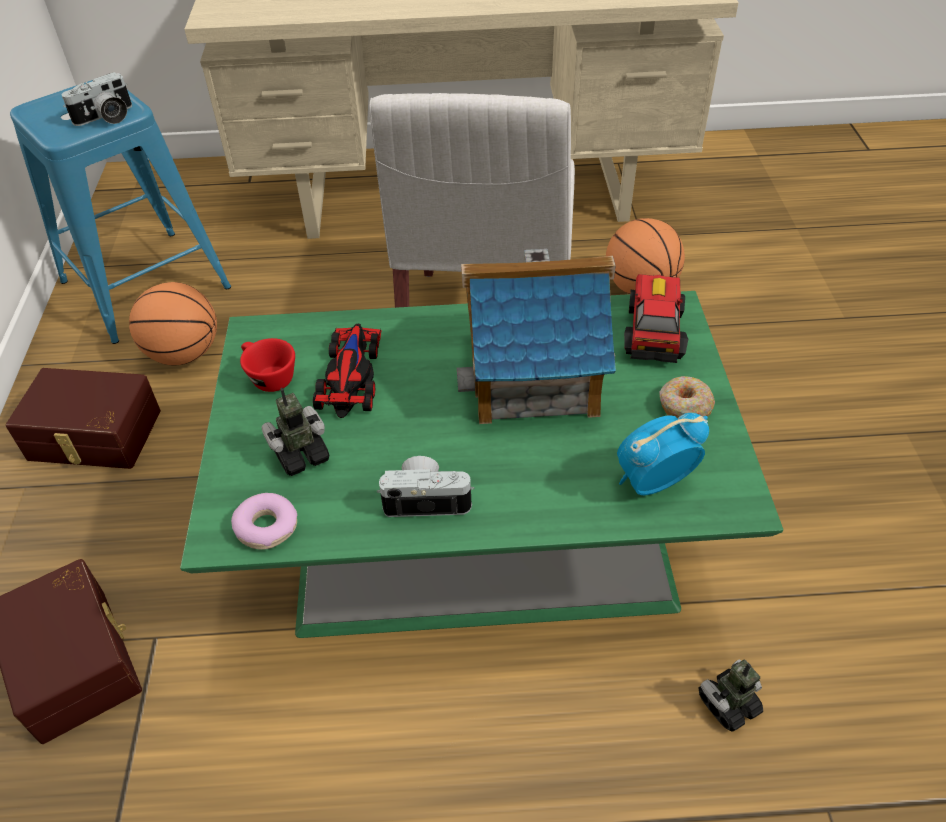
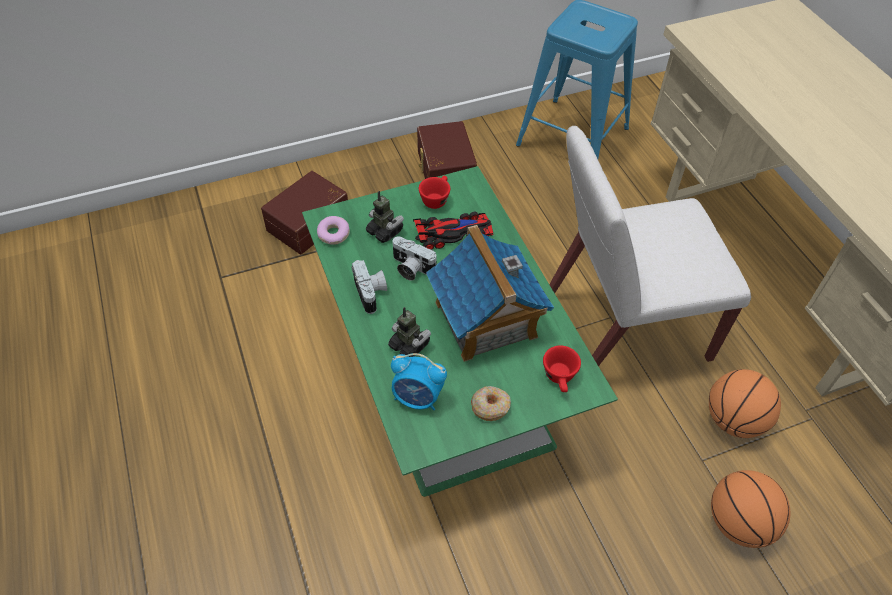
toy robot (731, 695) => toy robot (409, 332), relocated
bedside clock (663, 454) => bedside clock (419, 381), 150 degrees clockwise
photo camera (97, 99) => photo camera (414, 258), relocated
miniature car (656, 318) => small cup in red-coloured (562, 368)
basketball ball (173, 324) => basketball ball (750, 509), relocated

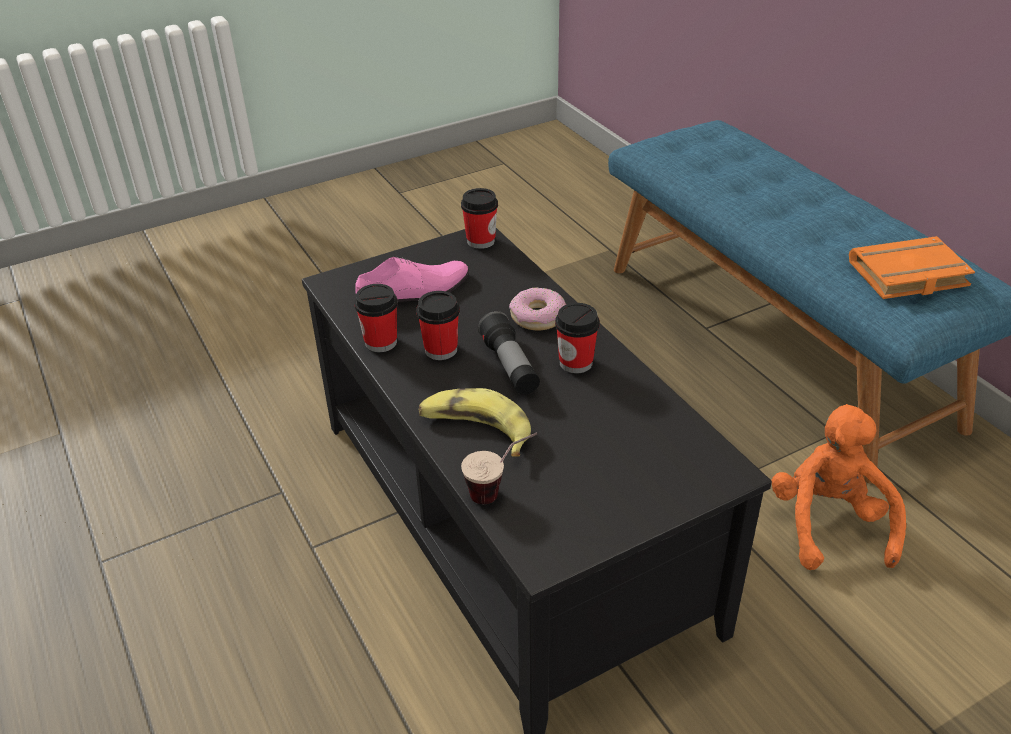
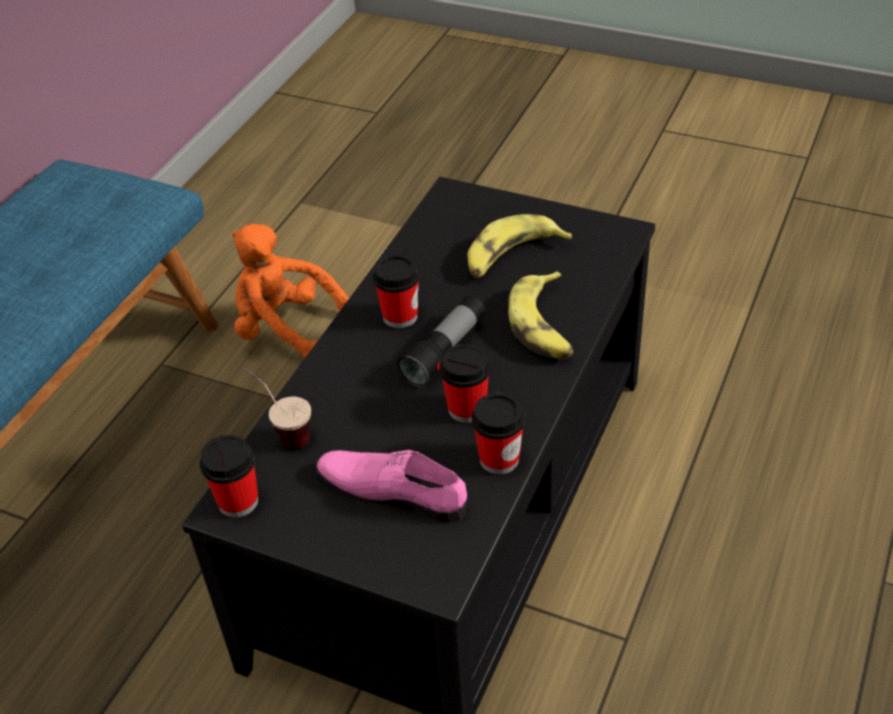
soft toy in orange-coloured (838, 487) => soft toy in orange-coloured (290, 291), 60 degrees clockwise
small cup (499, 468) => small cup (277, 409), relocated
nothing => banana (519, 246)
ring doughnut (537, 308) => nothing
volume in orange-coloured (912, 267) => nothing

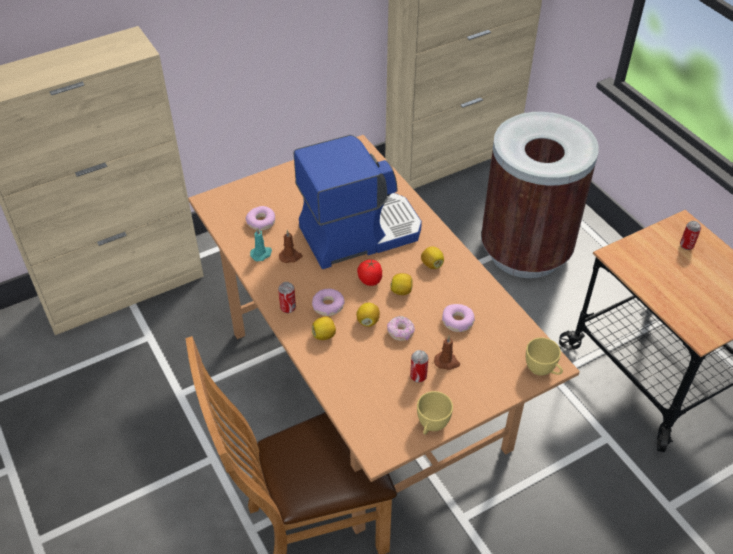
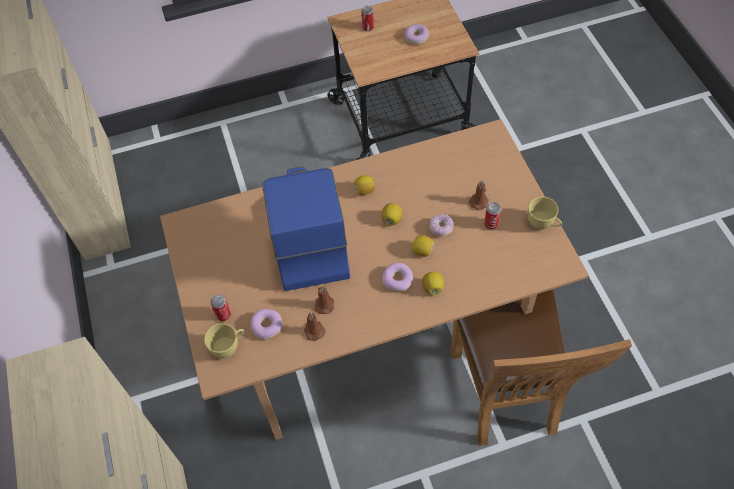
small cup in yellow (544, 356) => small cup in yellow (224, 340), relocated
metal can (287, 297) => metal can (220, 308), relocated
candle in turquoise-coloured (261, 244) => candle in brown (315, 327)
ring doughnut (458, 318) => ring doughnut (417, 34), relocated
tomato (369, 272) => nothing
trash can in brown (540, 195) => nothing

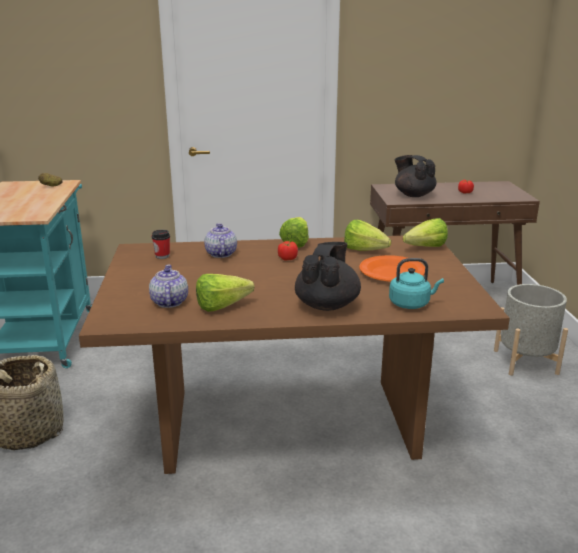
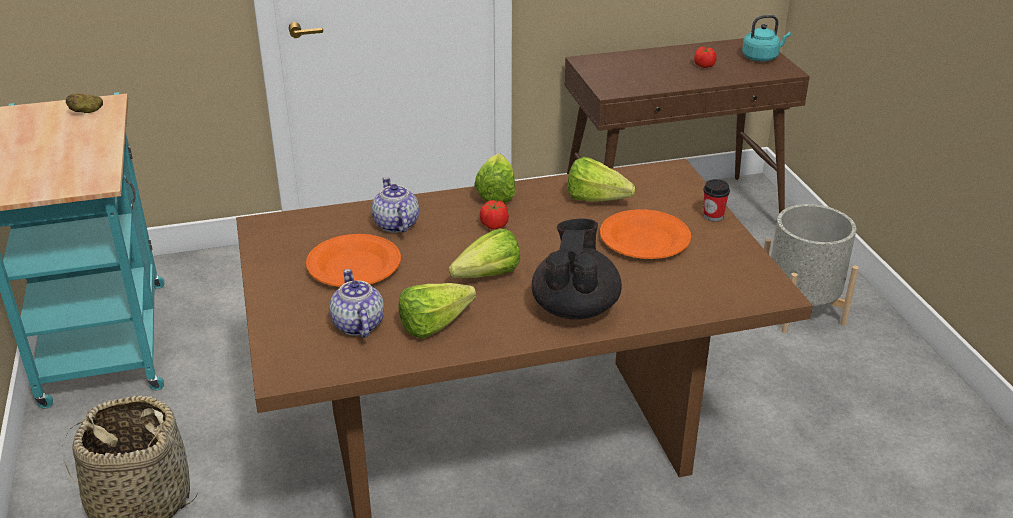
nothing => plate in orange-coloured (353, 260)
lettuce (425, 232) => lettuce (484, 253), relocated
small cup (161, 244) => small cup (716, 200), relocated
tea kettle in turquoise-coloured (416, 283) => tea kettle in turquoise-coloured (766, 38), relocated
pot for tea in black (416, 176) => nothing

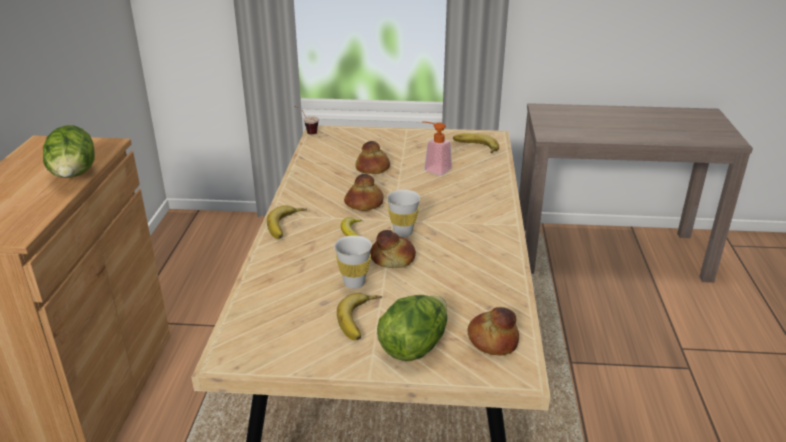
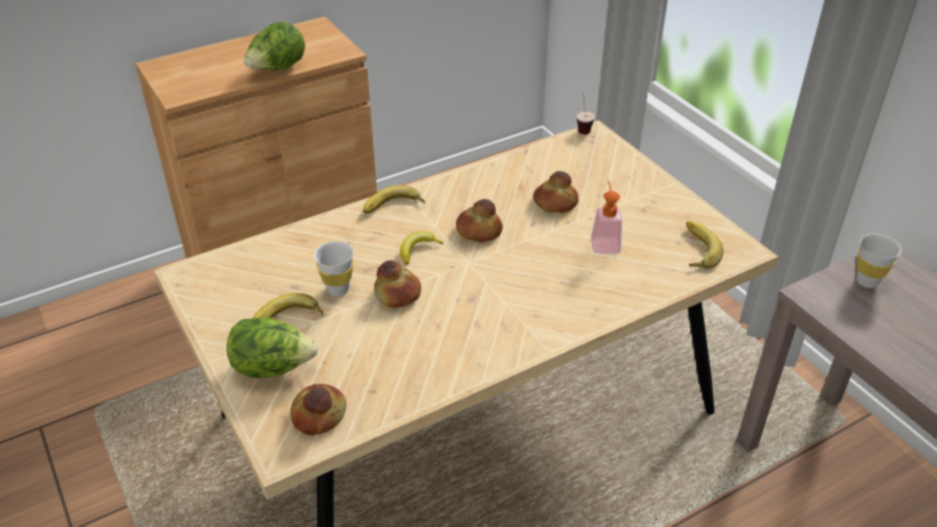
small cup in white-coloured (403, 213) => small cup in white-coloured (879, 261), relocated

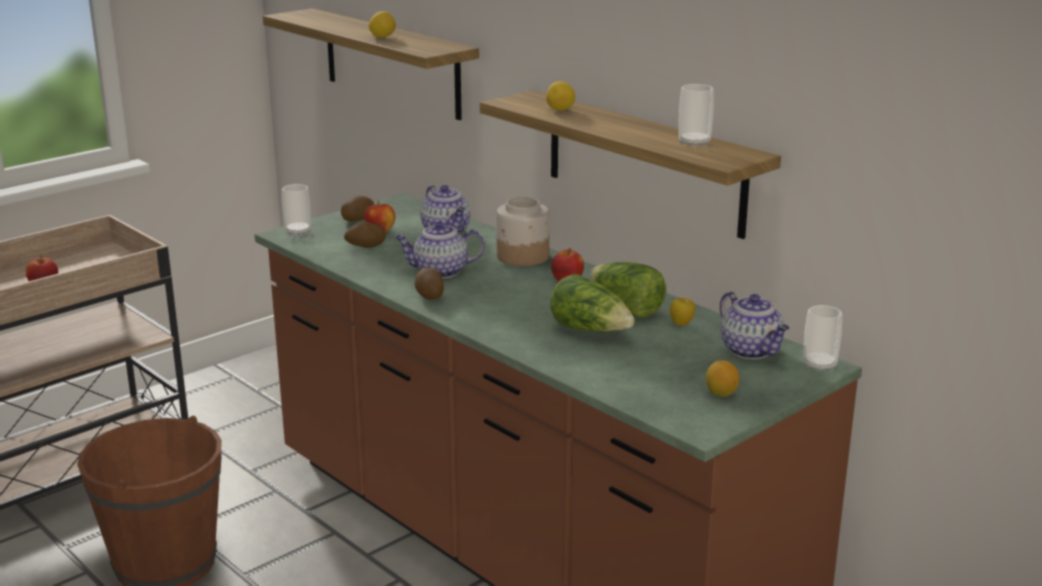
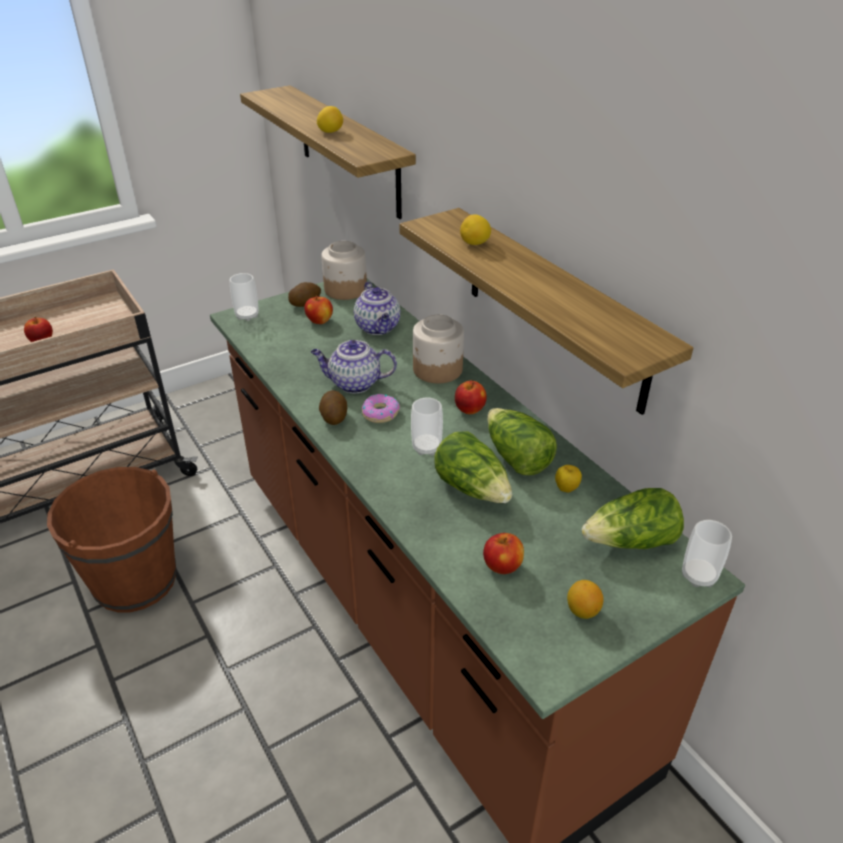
nothing => jar (344, 270)
nothing => ring doughnut (381, 408)
small cup (696, 115) => small cup (427, 426), relocated
nothing => apple fruit (503, 553)
pot for tea (754, 325) => lettuce (633, 518)
potato (365, 234) => nothing

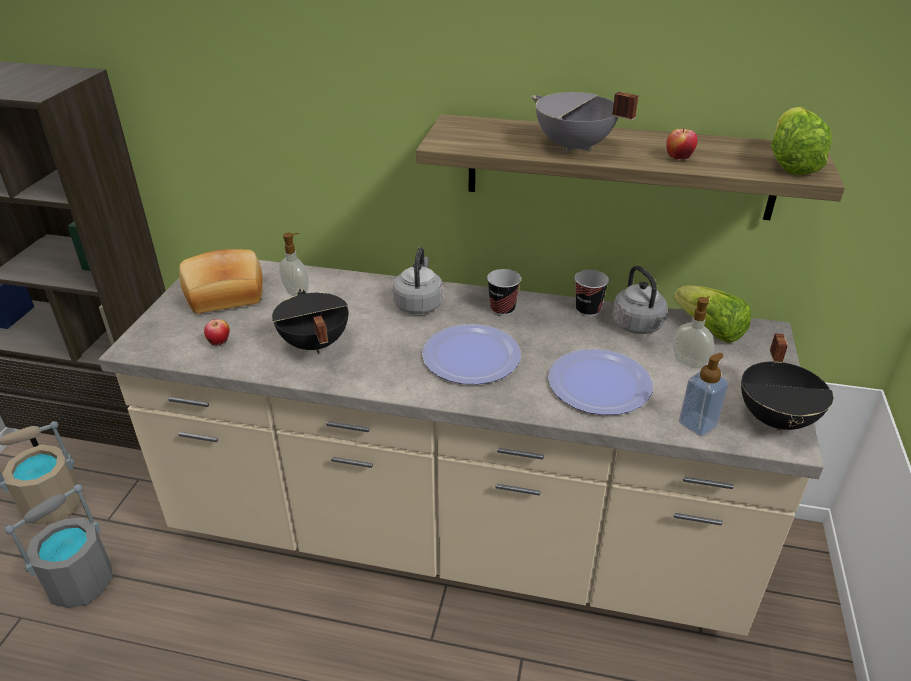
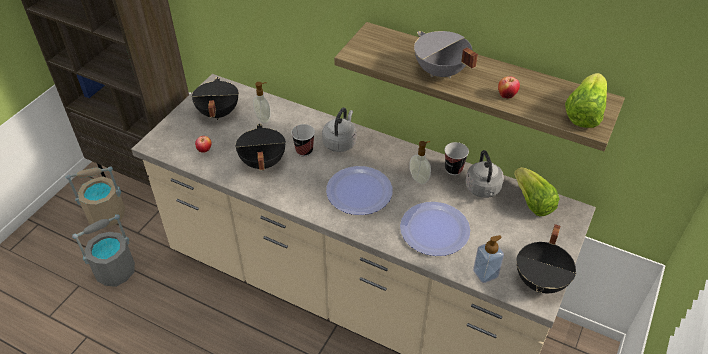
bread (221, 281) => saucepot in black (215, 98)
small cup (504, 292) => small cup (303, 140), relocated
soap bottle (693, 332) => soap bottle (420, 162), relocated

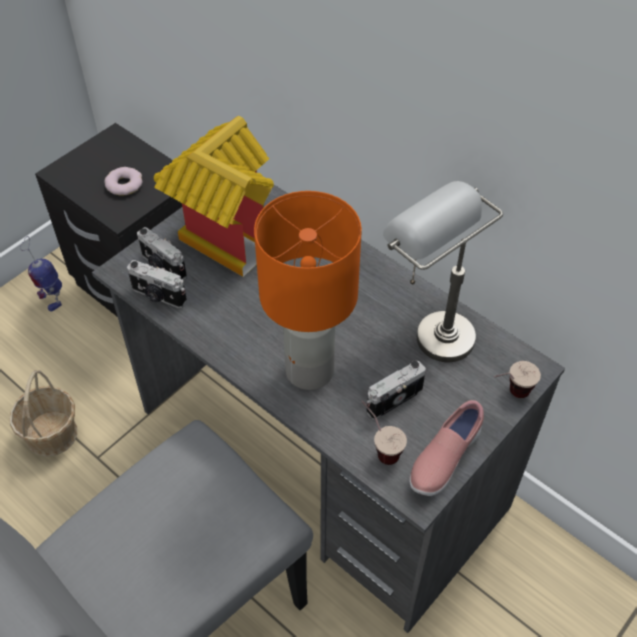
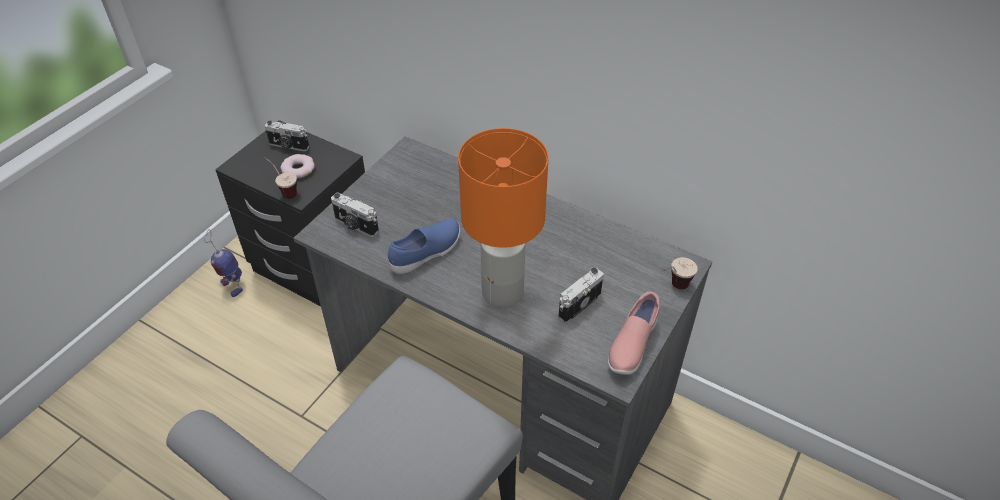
small cup (384, 432) => small cup (280, 178), relocated
photo camera (157, 284) => photo camera (287, 136), relocated
nothing => item of footwear in blue-coloured (424, 246)
basket (43, 413) => nothing
toy house (214, 196) => nothing
tabletop lamp in grey (443, 271) => nothing

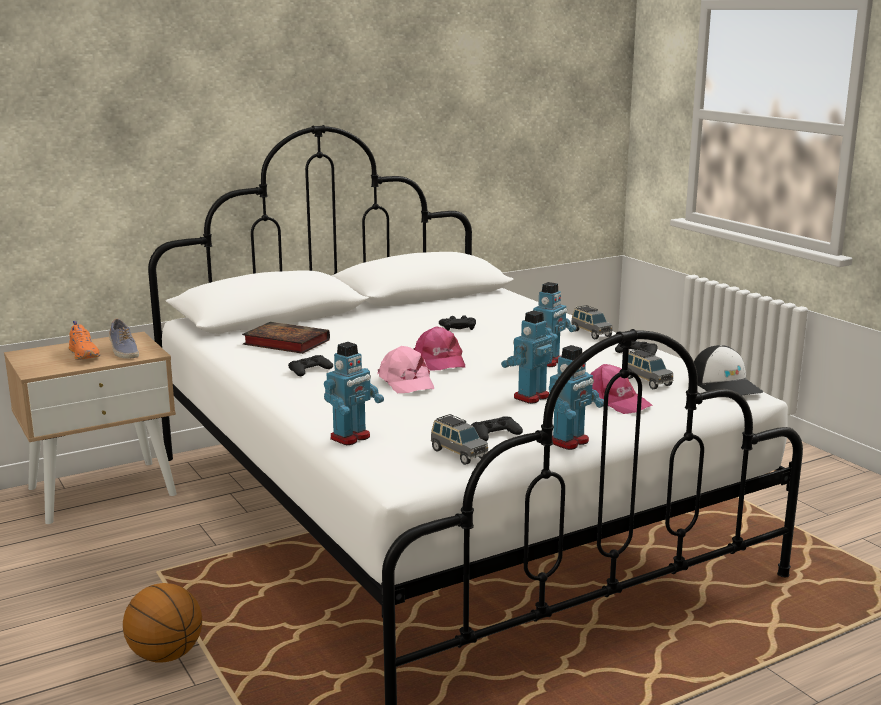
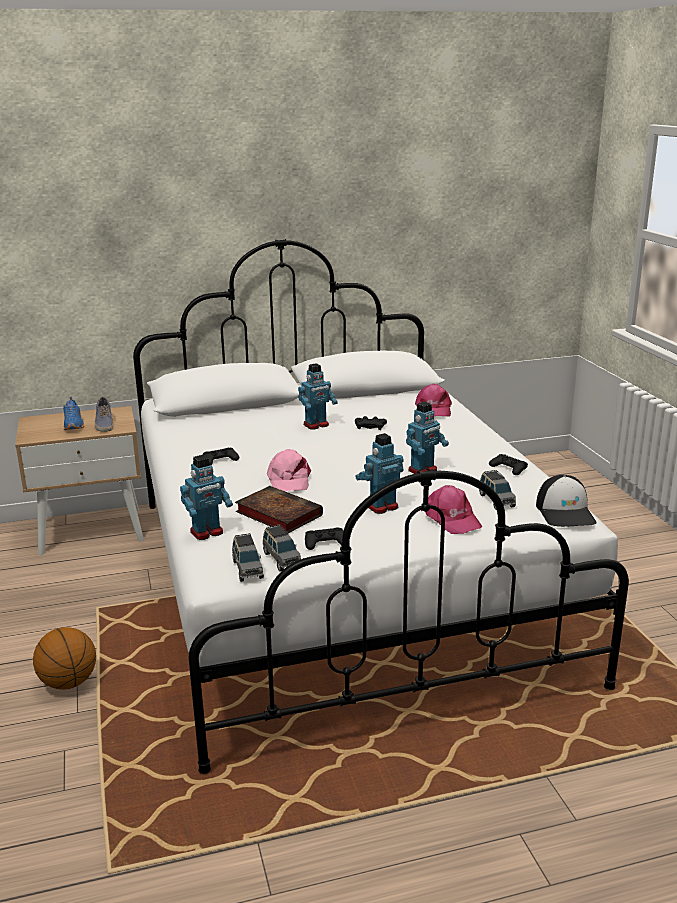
item of footwear in orange-coloured (84, 340) => item of footwear in blue-coloured (73, 413)
miniature car in grey (592, 322) => miniature car in grey (248, 557), relocated
volume (286, 338) => volume (279, 509), relocated
toy robot (576, 397) => toy robot (318, 396), relocated
cap in pink-coloured (439, 348) => cap in pink-coloured (433, 400), relocated

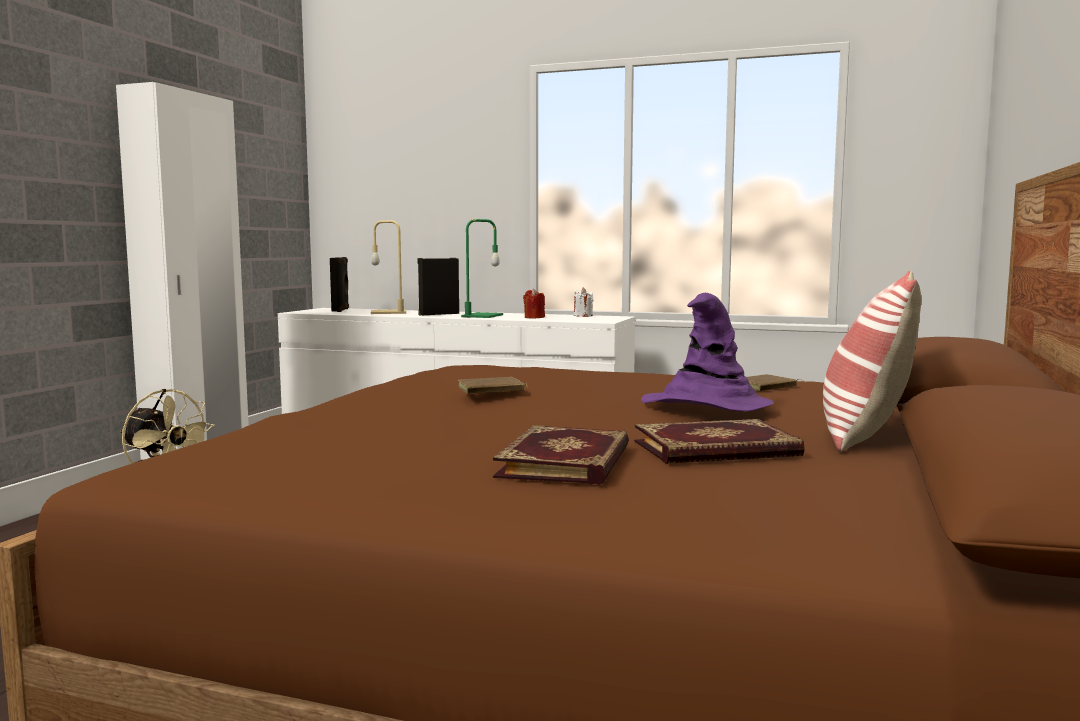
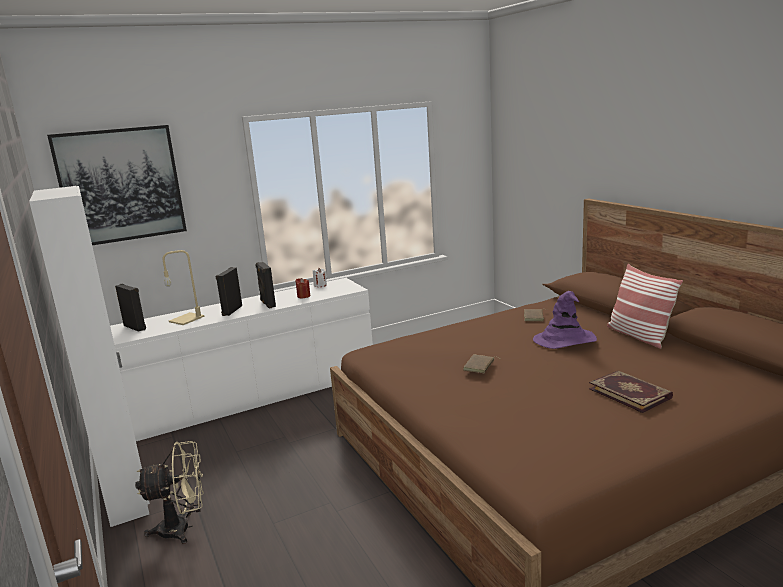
nothing => wall art (117, 185)
tabletop lamp in greenish (482, 268) => speaker in black (265, 285)
volume (719, 441) => nothing

